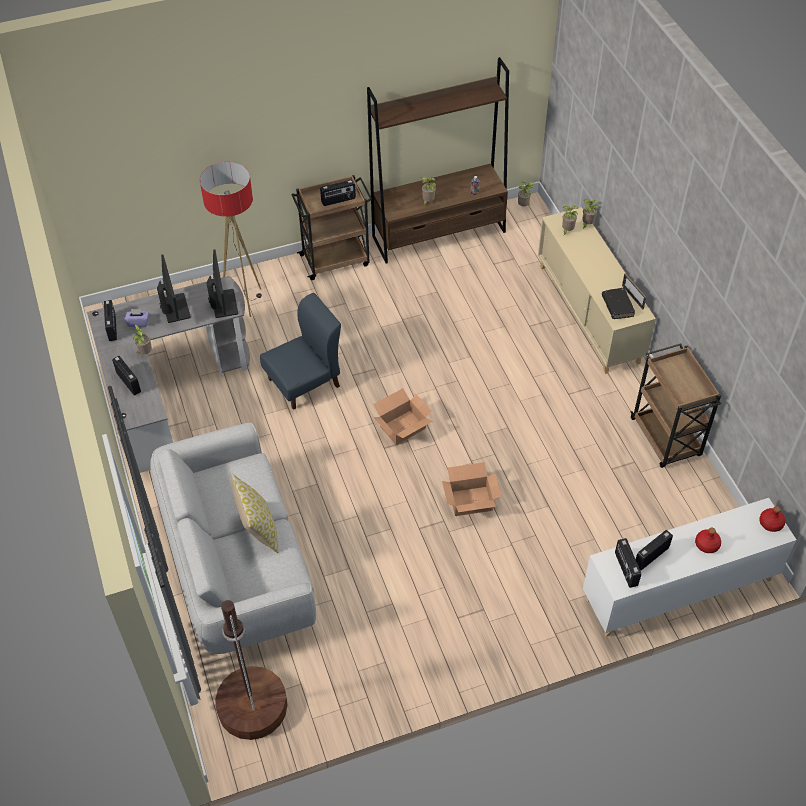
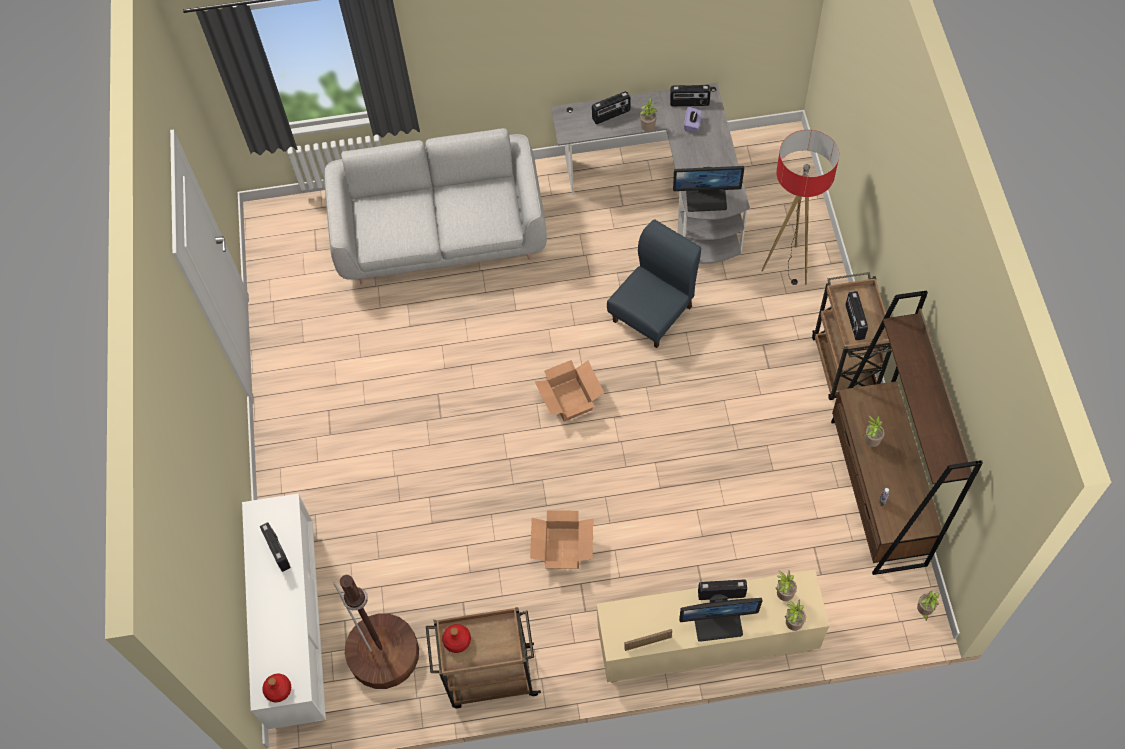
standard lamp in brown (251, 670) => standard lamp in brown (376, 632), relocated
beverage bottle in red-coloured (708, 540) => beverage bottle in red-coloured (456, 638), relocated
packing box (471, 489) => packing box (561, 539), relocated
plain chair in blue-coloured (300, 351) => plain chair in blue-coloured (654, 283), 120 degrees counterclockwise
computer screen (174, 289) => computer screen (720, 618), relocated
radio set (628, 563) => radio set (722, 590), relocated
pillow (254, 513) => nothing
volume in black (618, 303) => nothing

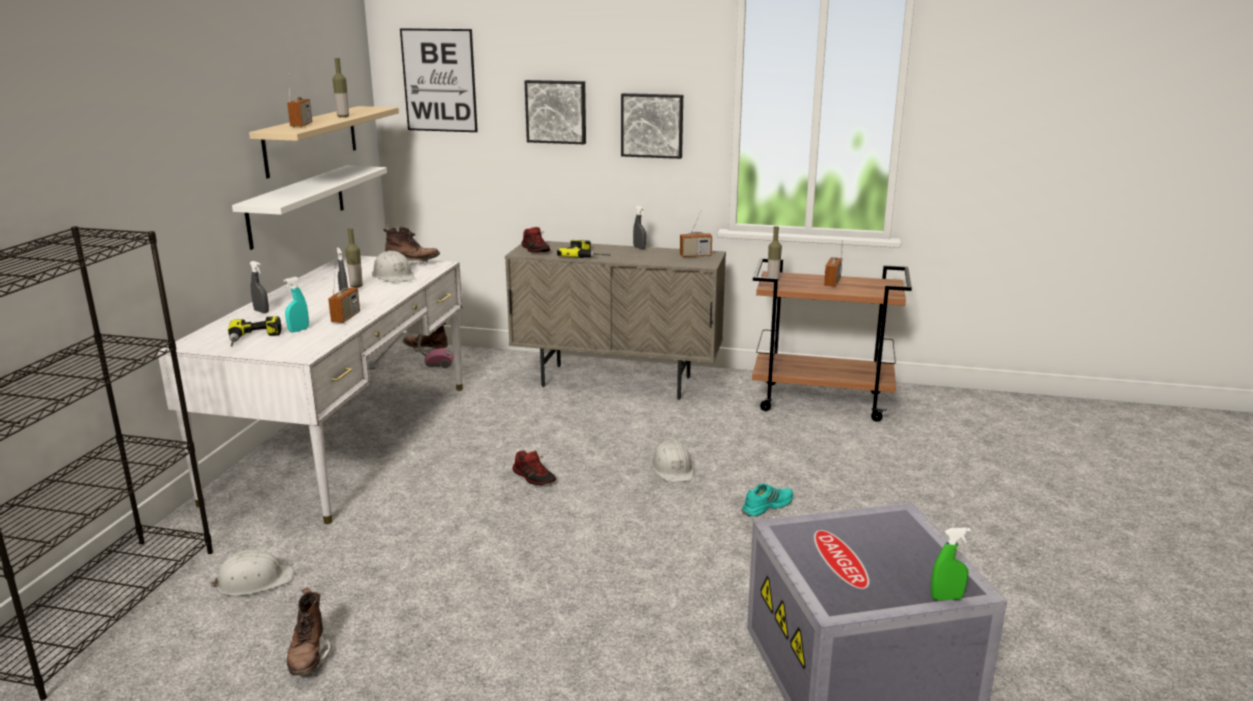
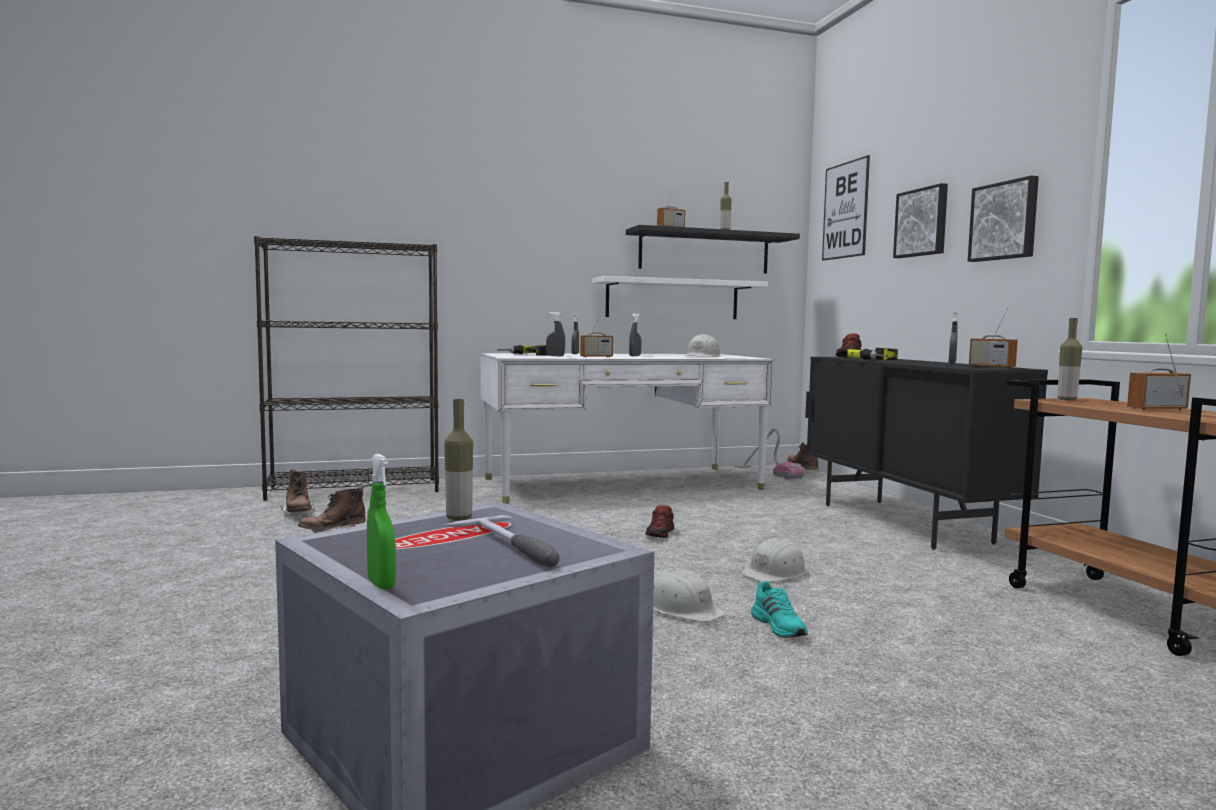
boot in brown (411, 245) => boot in brown (298, 492), relocated
beverage bottle (354, 258) => beverage bottle (458, 459), relocated
nothing => hand hammer (502, 541)
sprayer in turquoise-coloured (296, 305) => sprayer in grey (555, 334)
wall shelf in sand-coloured (324, 142) => wall shelf in black (713, 249)
safety helmet in white-coloured (252, 572) => safety helmet in white-coloured (689, 595), relocated
item of footwear in turquoise-coloured (767, 500) => item of footwear in turquoise-coloured (779, 610), 45 degrees clockwise
cupboard in sand-coloured (615, 320) => cupboard in black (926, 453)

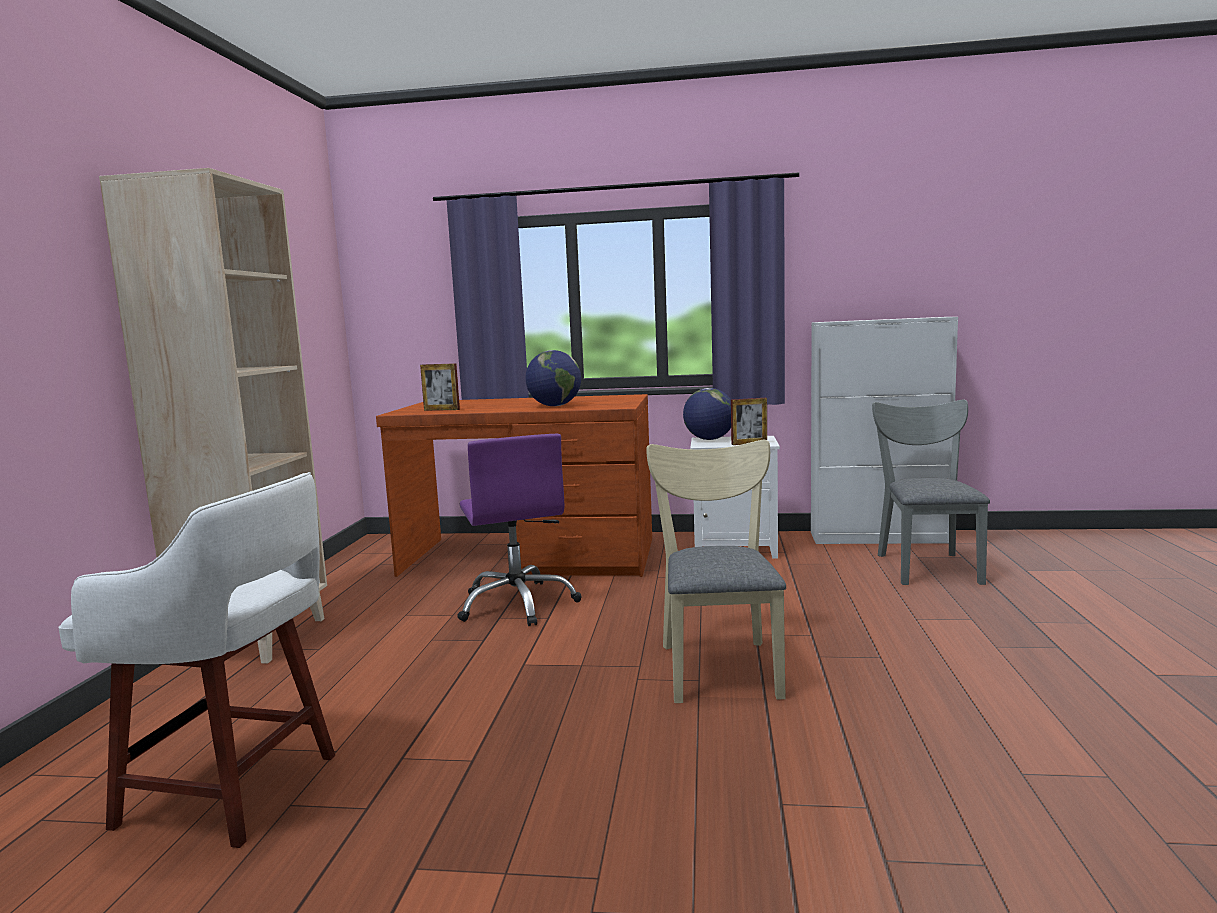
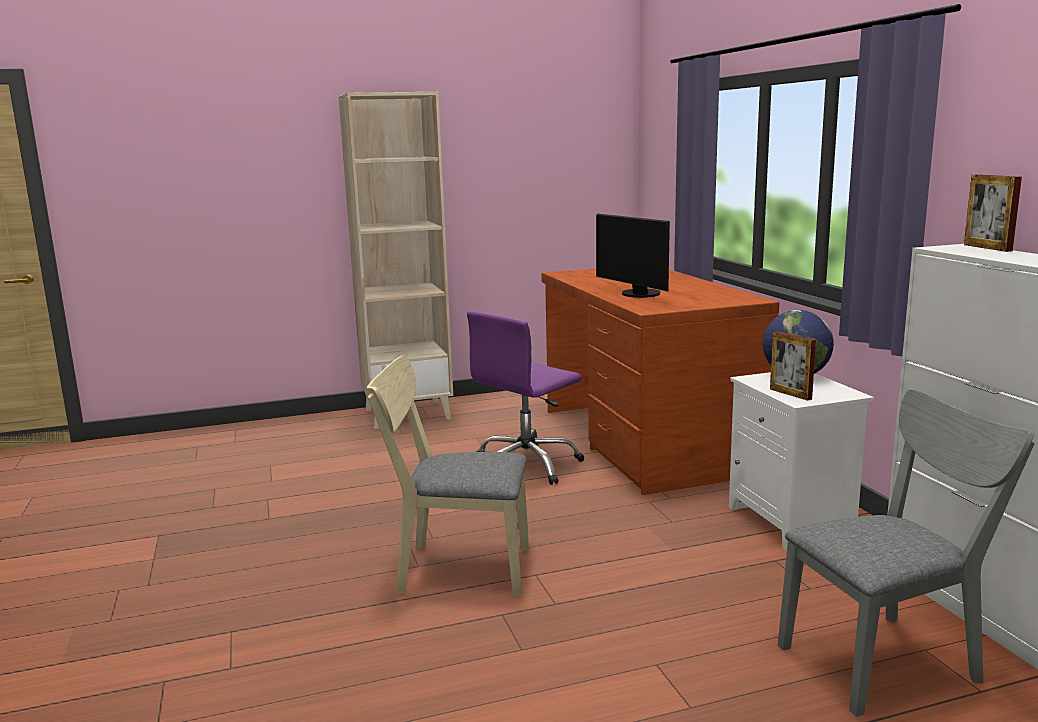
plain chair in sand-coloured (716, 571) => plain chair in sand-coloured (448, 475), 150 degrees counterclockwise
globe (553, 378) => computer screen (633, 255)
photo frame (440, 387) => photo frame (993, 213), relocated
stool in white-coloured (197, 660) => nothing

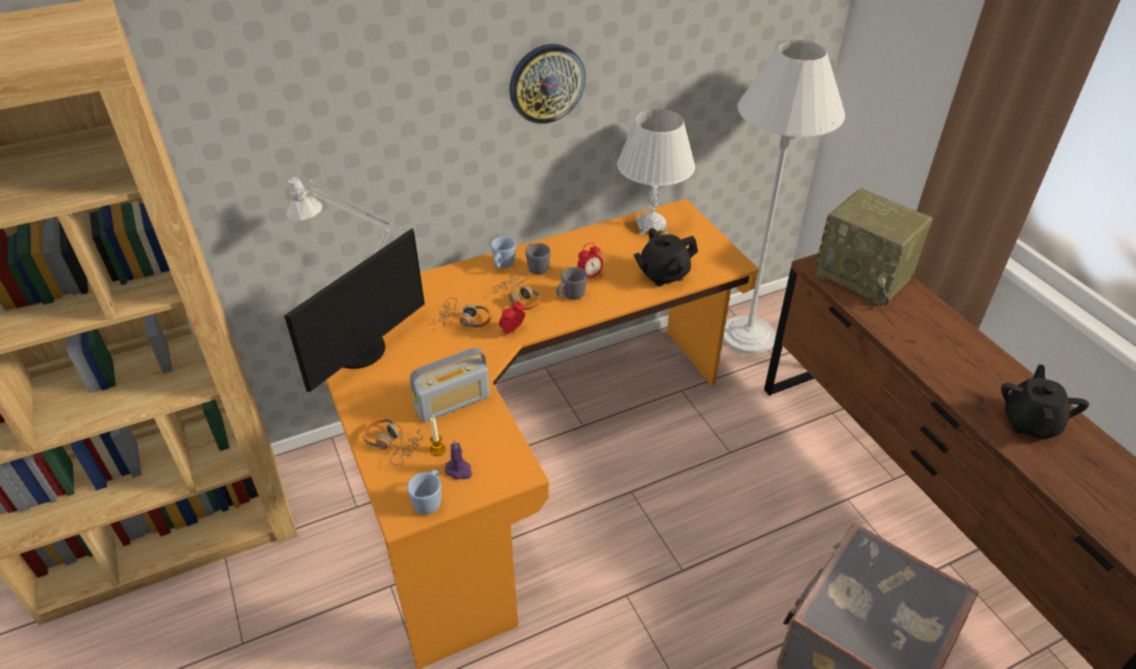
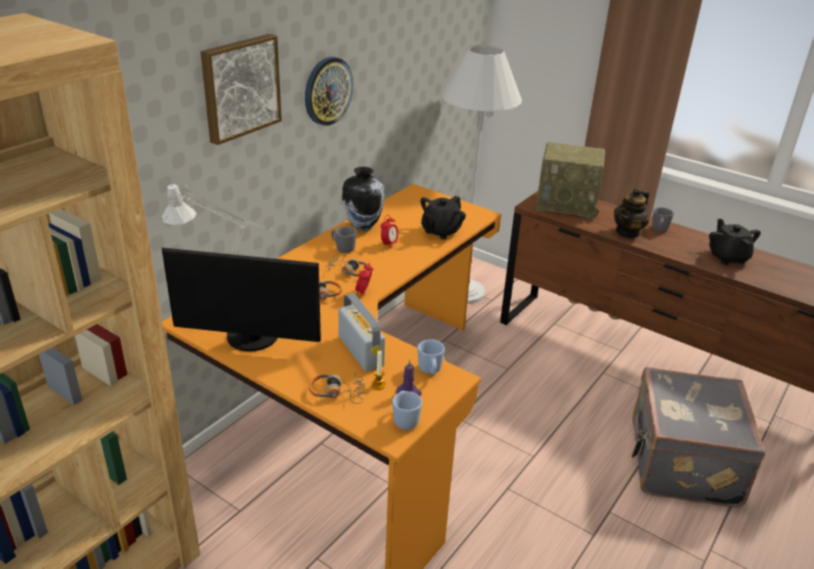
computer screen (354, 310) => computer screen (241, 299), 90 degrees clockwise
nothing => wall art (241, 89)
radio set (450, 384) => radio set (361, 332), 60 degrees counterclockwise
nothing => decorative vase (363, 199)
coffee mug in blue-coloured (503, 252) => coffee mug in blue-coloured (431, 357), relocated
nothing => pot for tea (631, 213)
coffee mug in grey (571, 283) => coffee mug in grey (663, 219), relocated
tabletop lamp in white-coloured (656, 172) => nothing

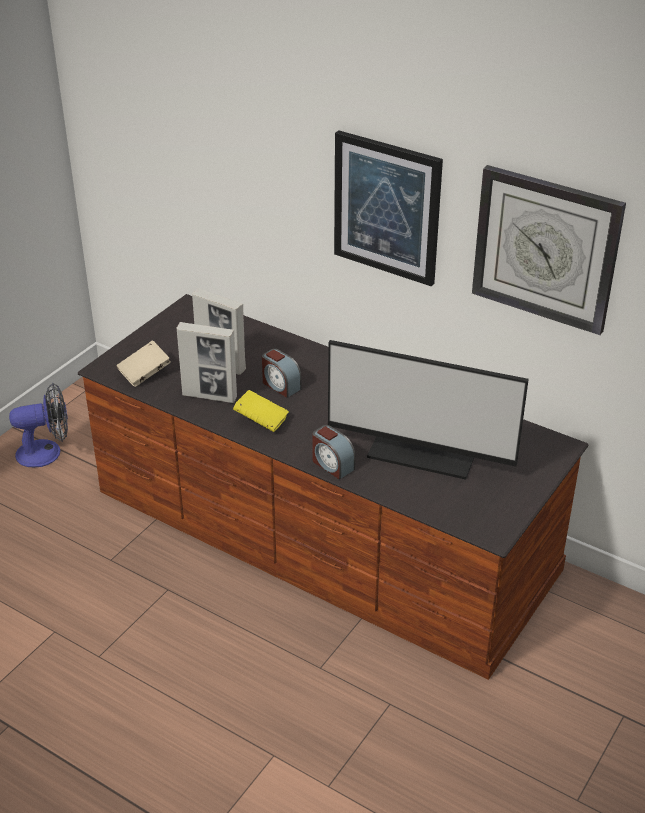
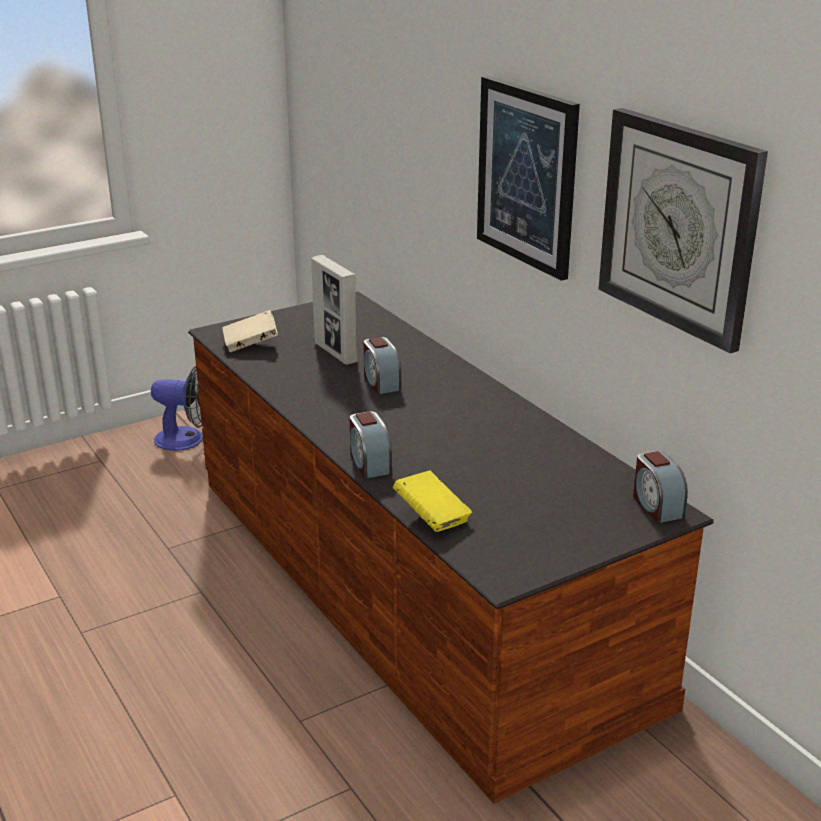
volume in yellow (261, 411) => volume in yellow (432, 501), relocated
nothing => bedside clock (660, 487)
photo frame (207, 362) => nothing
computer screen (428, 410) => nothing

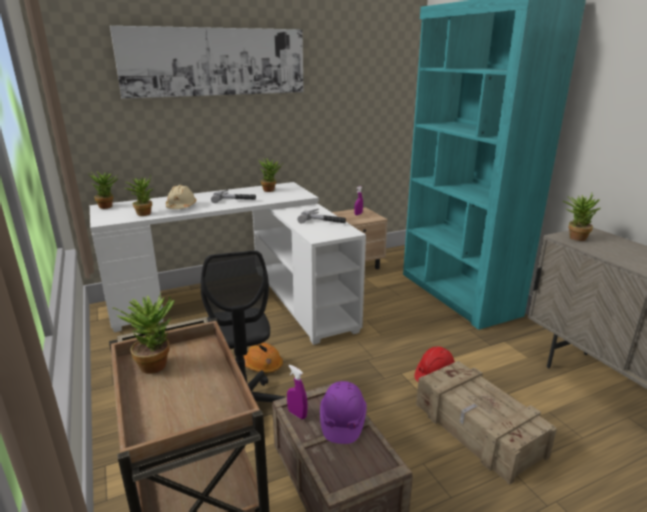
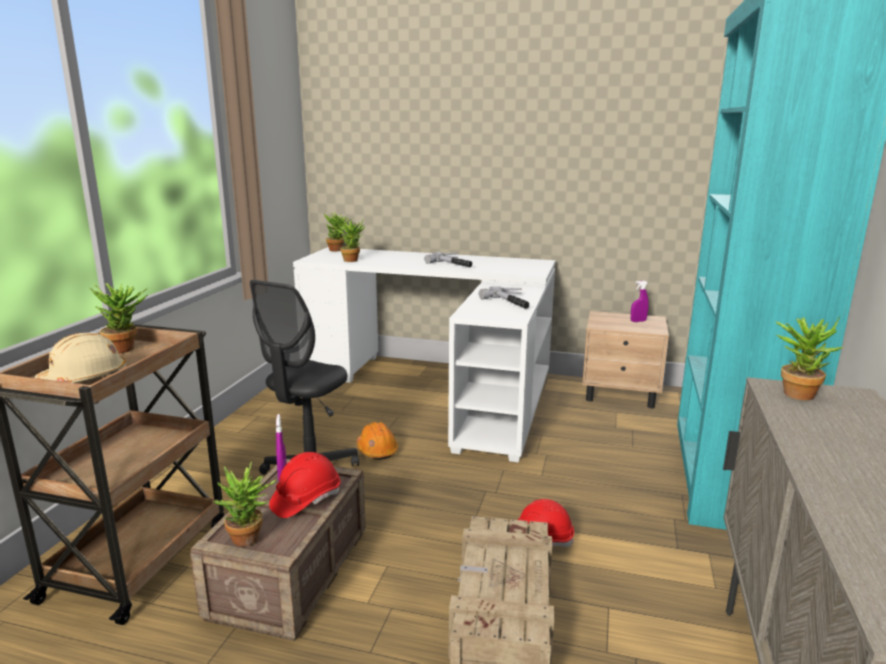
safety helmet in sand-coloured (181, 197) => safety helmet in sand-coloured (80, 358), relocated
houseplant (271, 175) => houseplant (245, 504), relocated
safety helmet in purple-coloured (343, 412) => safety helmet in red-coloured (304, 485)
wall art (206, 62) => nothing

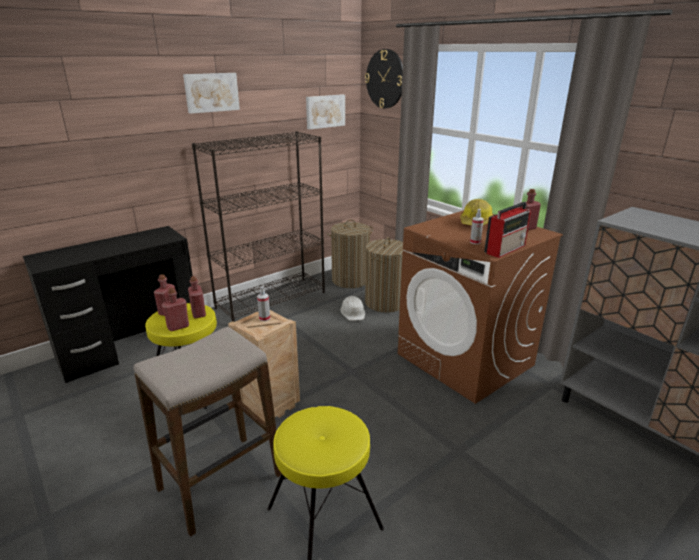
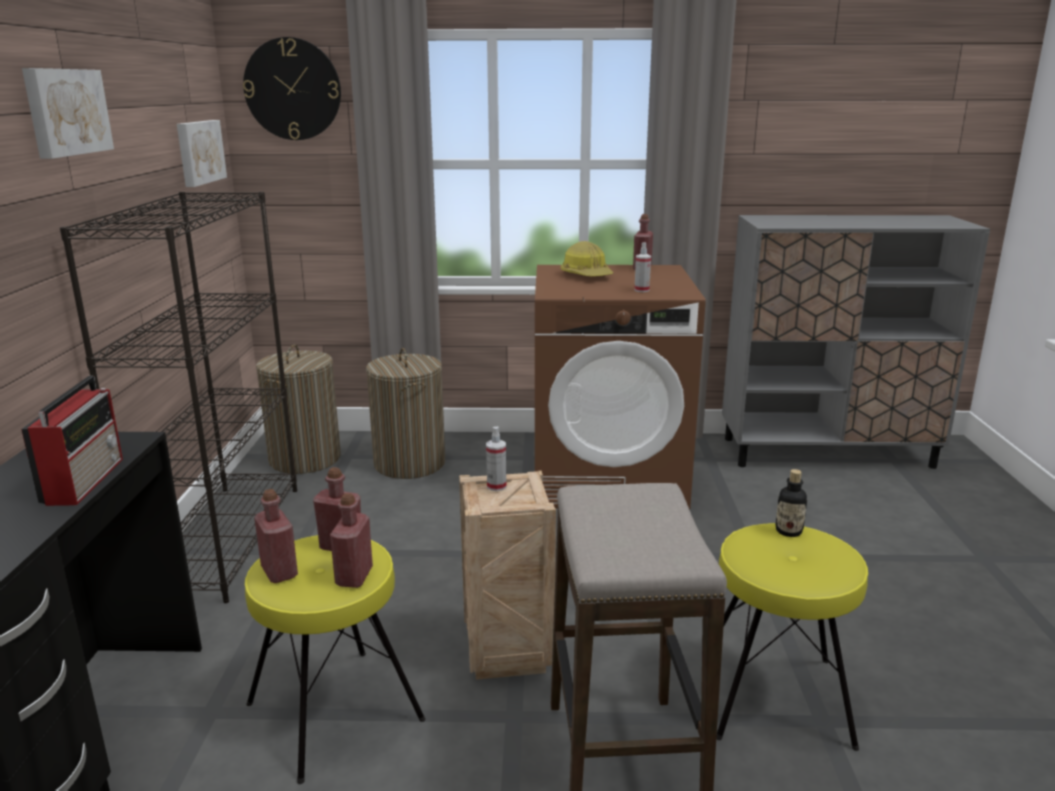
radio set (507, 230) => radio set (72, 441), relocated
nothing => beverage bottle (791, 503)
safety helmet in white-coloured (352, 308) => nothing

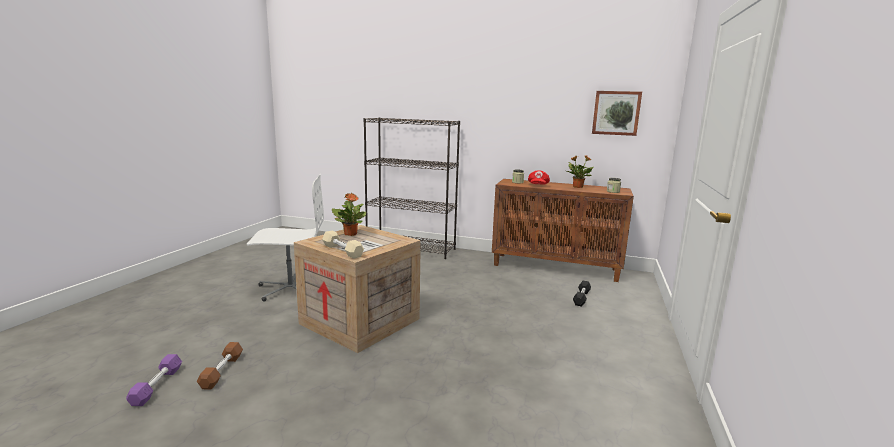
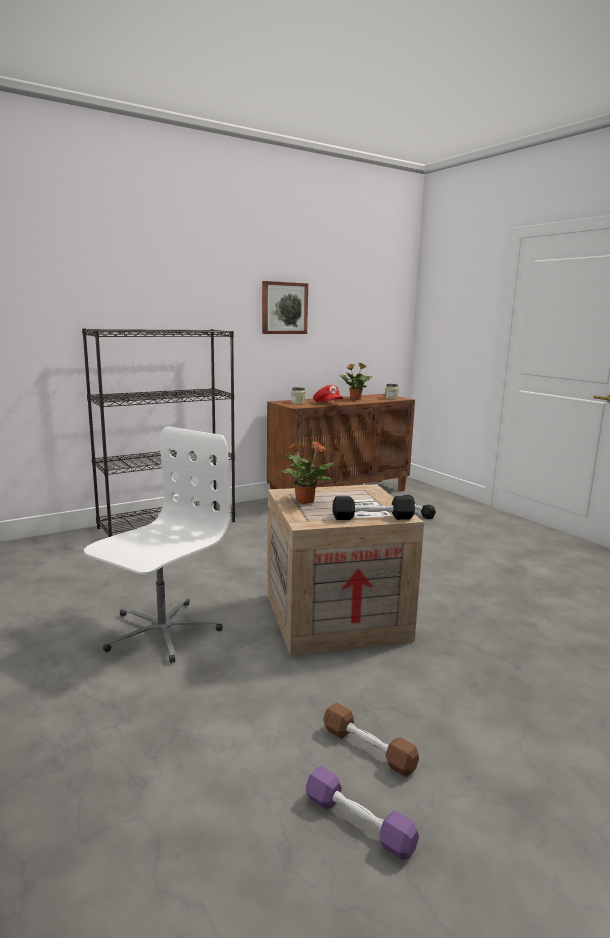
wall art (617, 113) => wall art (285, 307), relocated
free weight in sand-coloured (343, 245) => free weight in black (373, 508)

